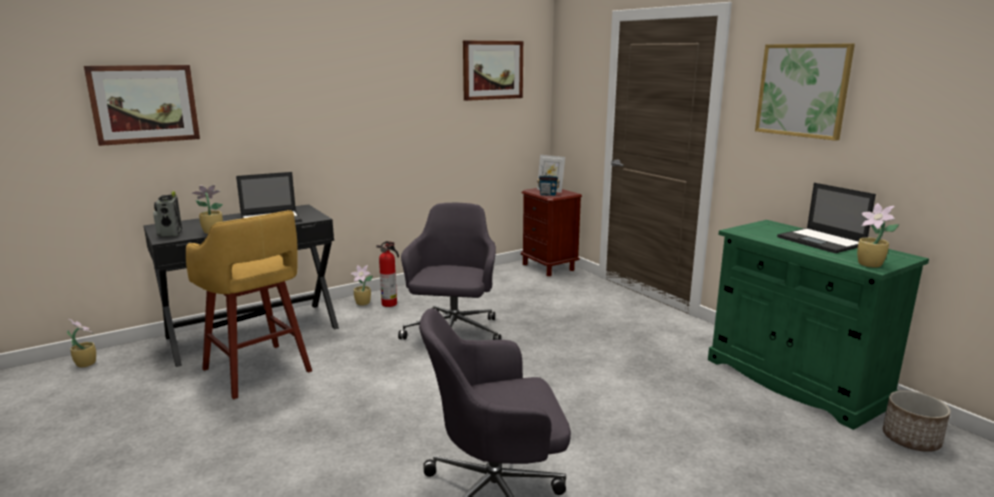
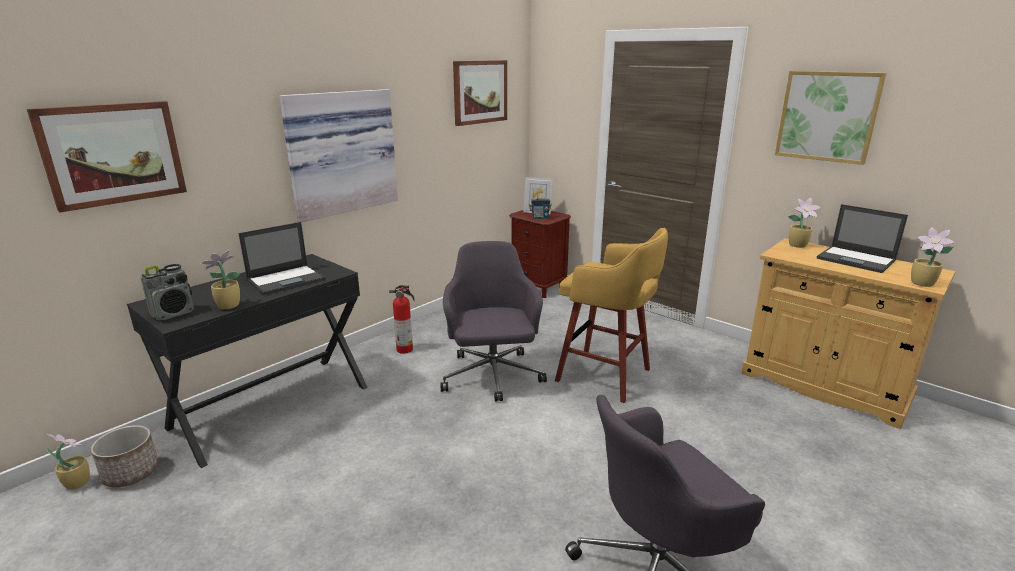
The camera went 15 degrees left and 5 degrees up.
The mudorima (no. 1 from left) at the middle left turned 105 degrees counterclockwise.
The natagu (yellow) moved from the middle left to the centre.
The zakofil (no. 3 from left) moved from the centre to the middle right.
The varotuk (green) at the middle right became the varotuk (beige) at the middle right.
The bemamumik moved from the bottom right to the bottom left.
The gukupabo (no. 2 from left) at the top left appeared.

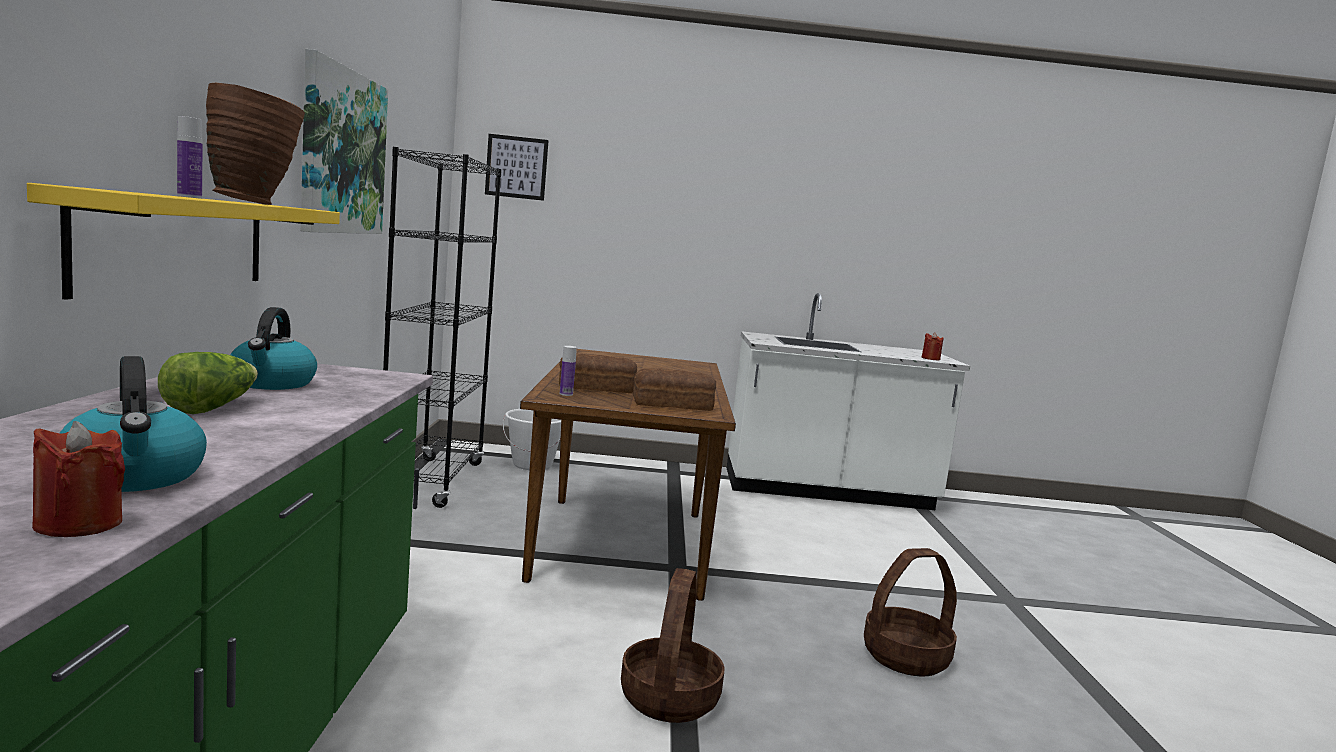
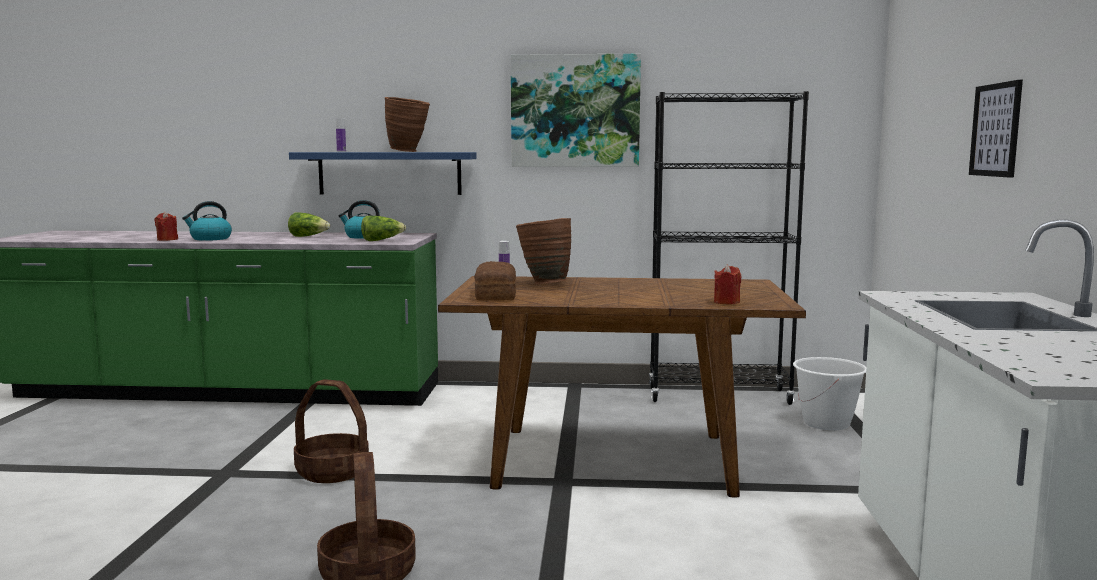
The camera went 95 degrees right and 0 degrees up.
The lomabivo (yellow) at the top left became the lomabivo (blue) at the top centre.
The gukupabo (no. 2 from left) moved from the top centre to the top right.
The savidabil (no. 1 from left) at the centre was replaced by the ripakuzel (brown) (no. 2 from left) at the centre.
The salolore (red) (no. 2 from left) moved from the middle right to the centre.
The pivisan (no. 2 from left) at the centre appeared.

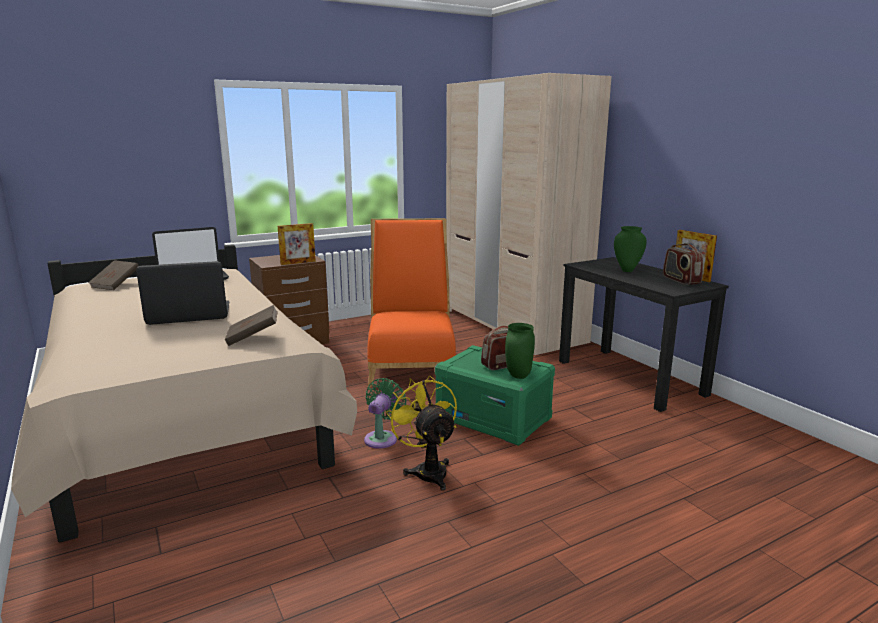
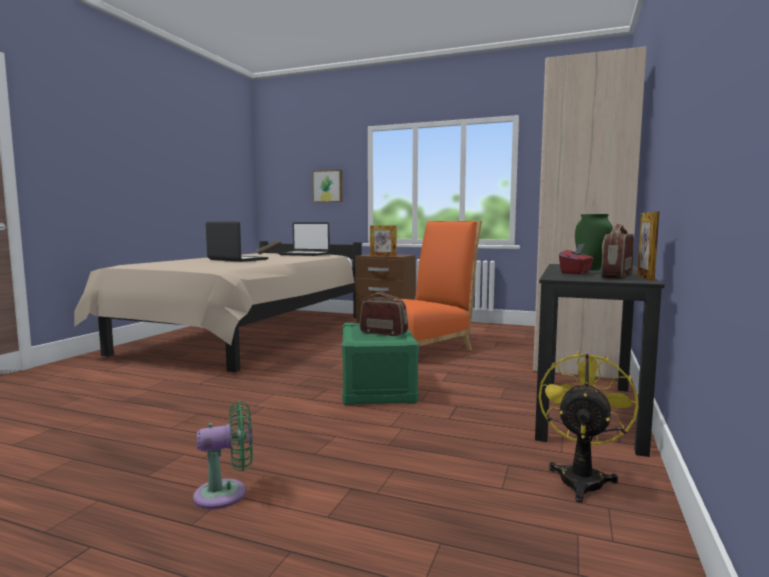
The camera went 50 degrees right and 10 degrees down.
The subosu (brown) (no. 2 from left) at the middle left disappeared.
The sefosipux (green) moved from the centre to the bottom left.
The sefosipux (yellow) moved from the bottom centre to the bottom right.
The ripakuzel (green) (no. 1 from left) at the centre disappeared.
The gukupabo at the top centre appeared.
The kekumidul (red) at the middle right appeared.

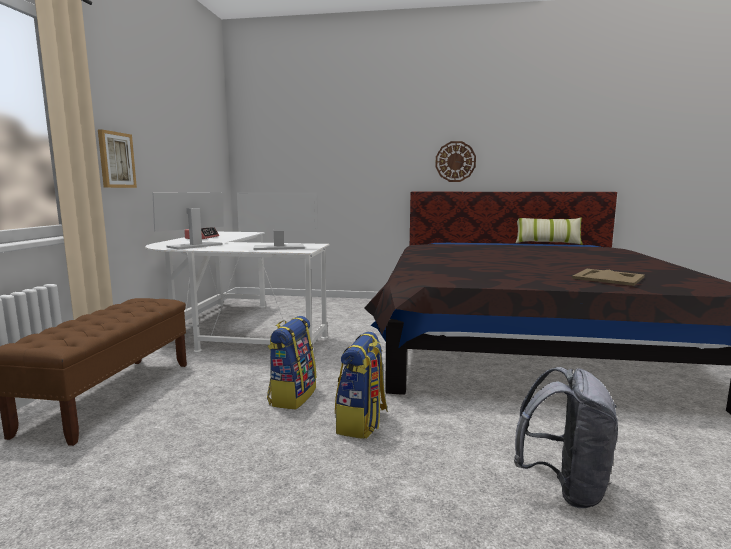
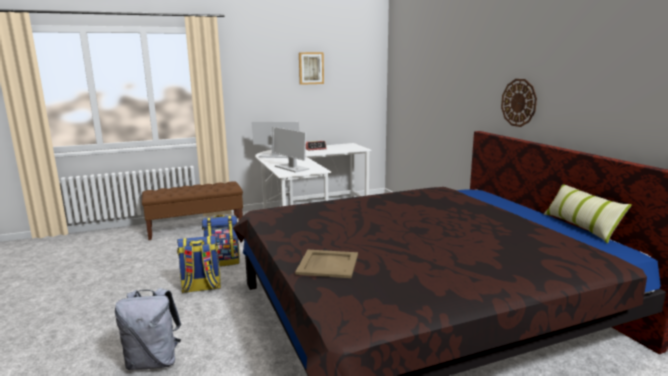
The camera went 60 degrees right and 5 degrees up.
The gukupabo moved from the top left to the top centre.

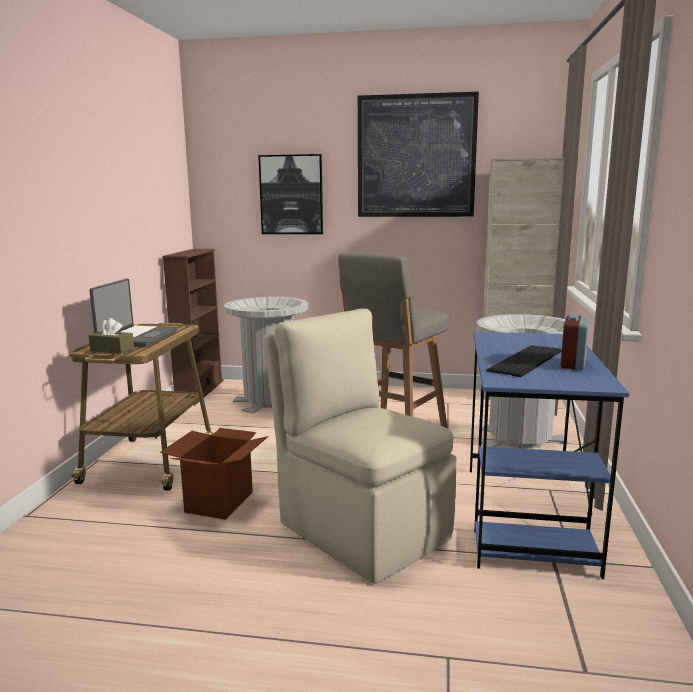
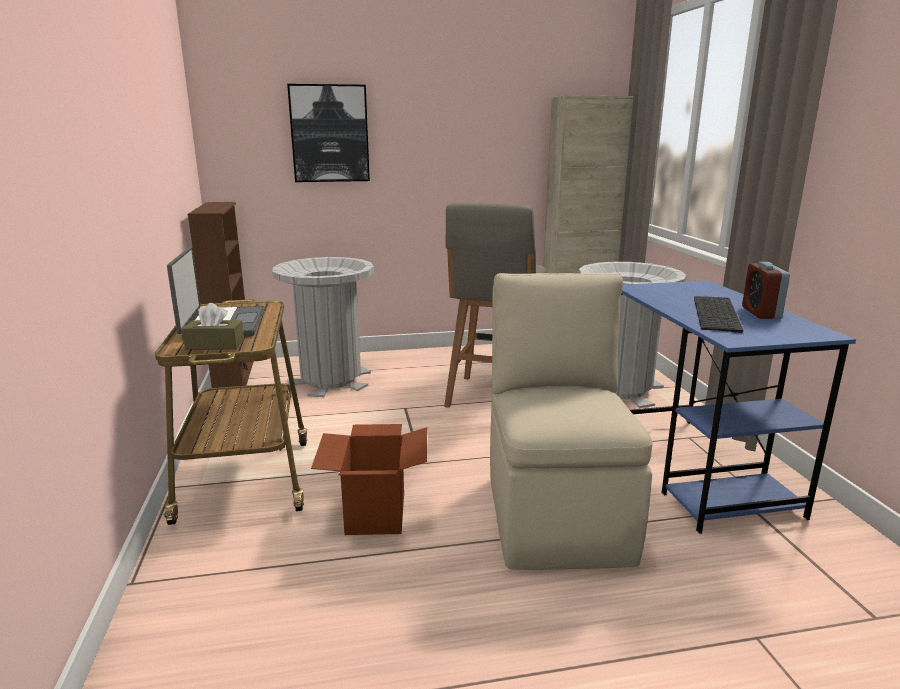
The camera went 20 degrees left and 5 degrees up.
The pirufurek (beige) at the centre turned 60 degrees clockwise.
The gukupabo (no. 2 from left) at the top centre disappeared.

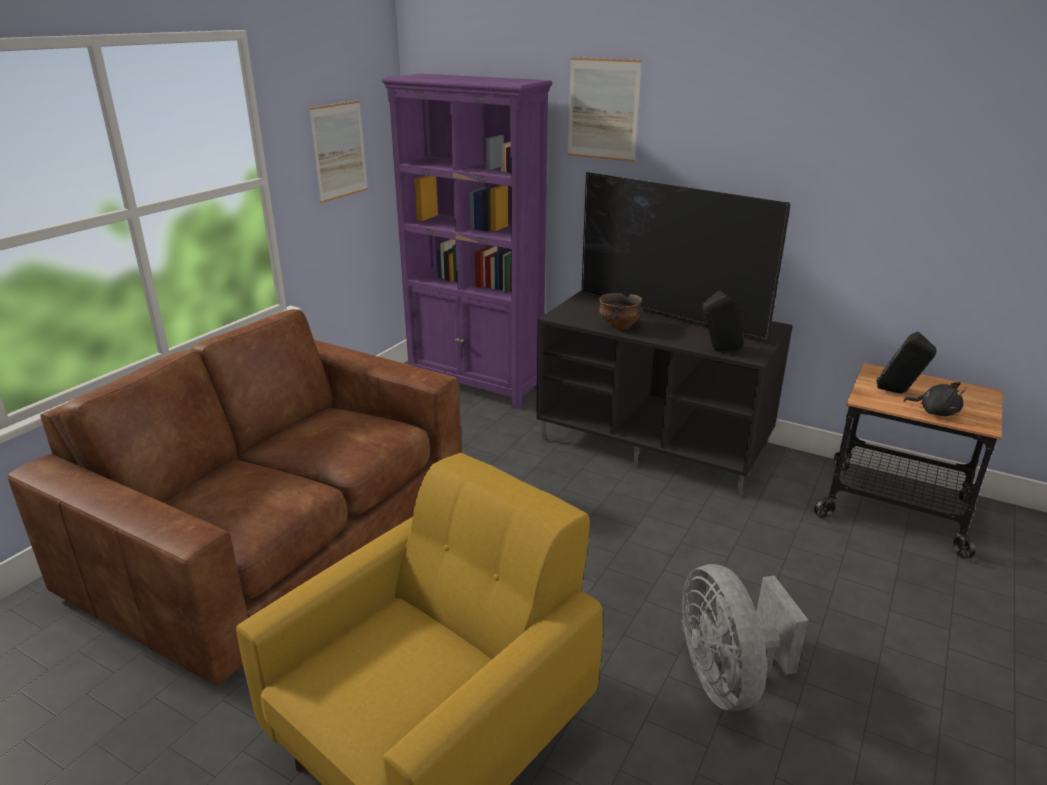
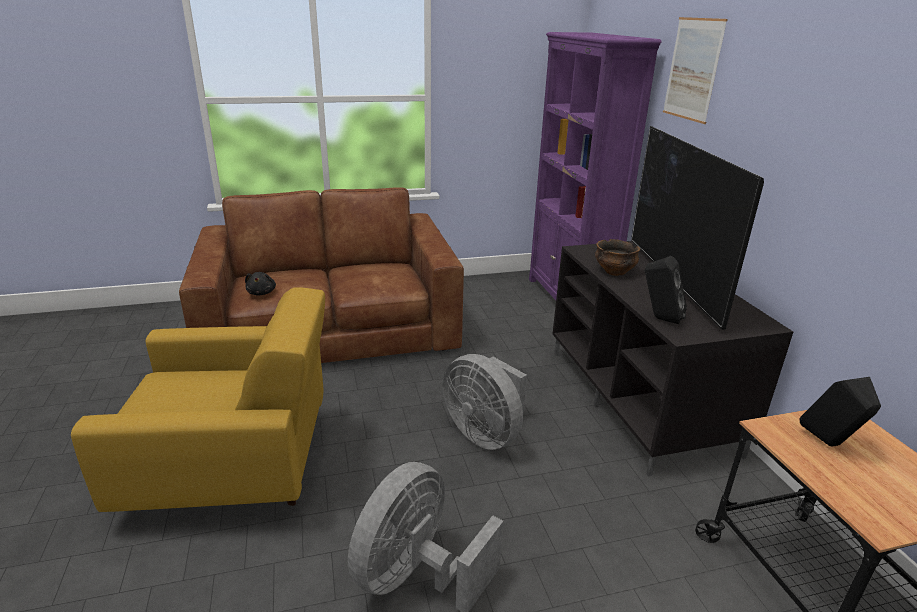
The camera went 45 degrees right and 0 degrees up.
The gukupabo (no. 1 from left) at the top left disappeared.
The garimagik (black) moved from the middle right to the middle left.
The sefosipux (grey) (no. 2 from left) at the centre appeared.

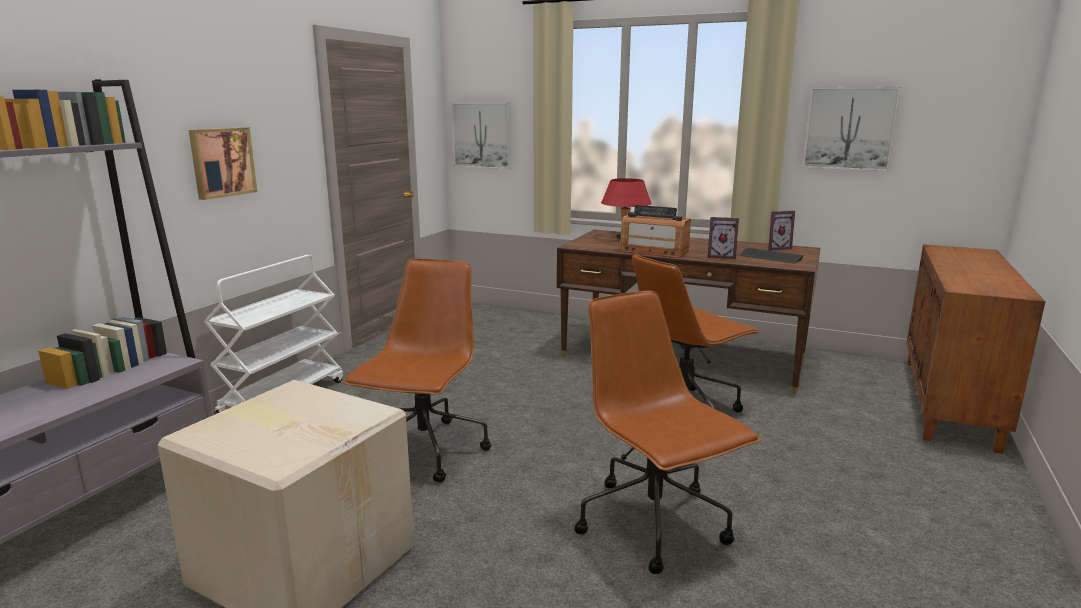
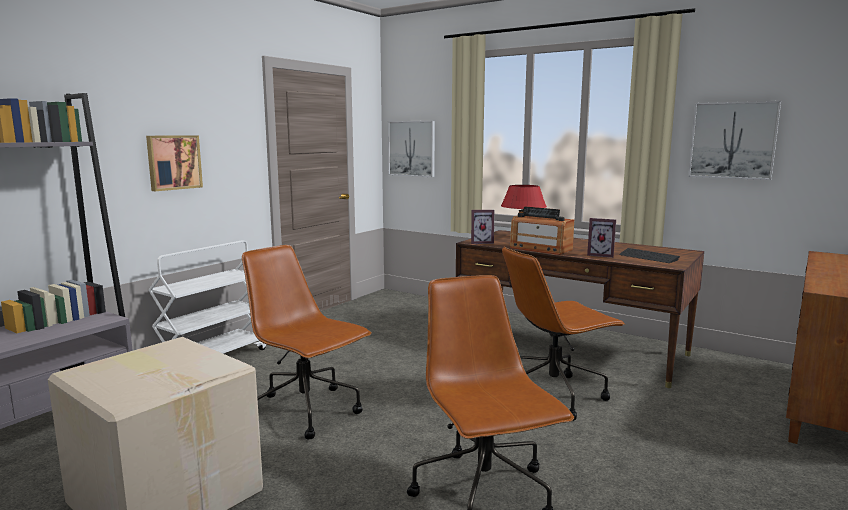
The camera went 10 degrees right and 5 degrees down.
The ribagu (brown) (no. 1 from left) at the centre turned 75 degrees counterclockwise.
The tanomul (no. 2 from left in the first image) moved from the middle right to the centre.

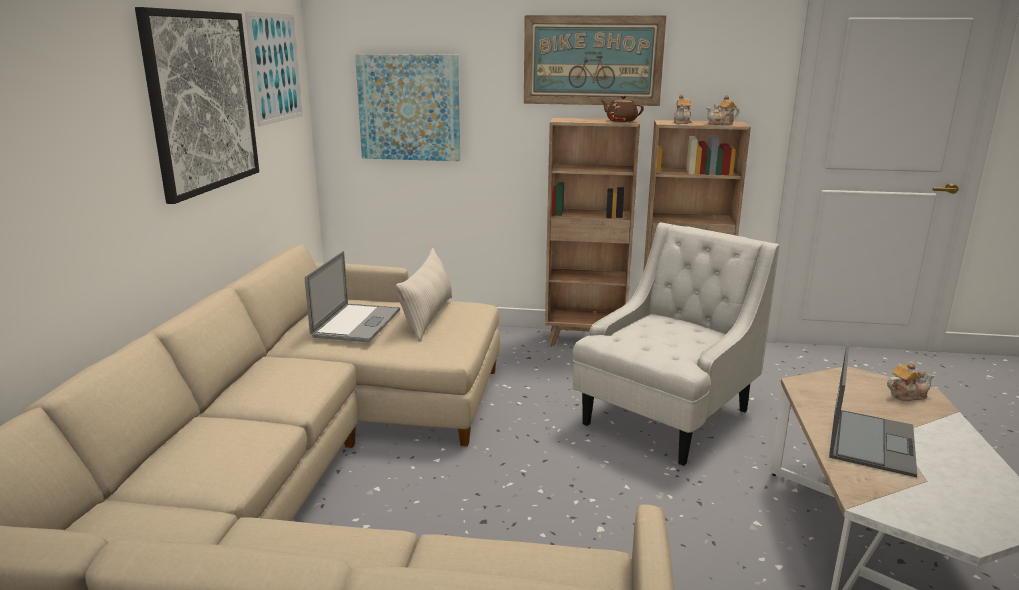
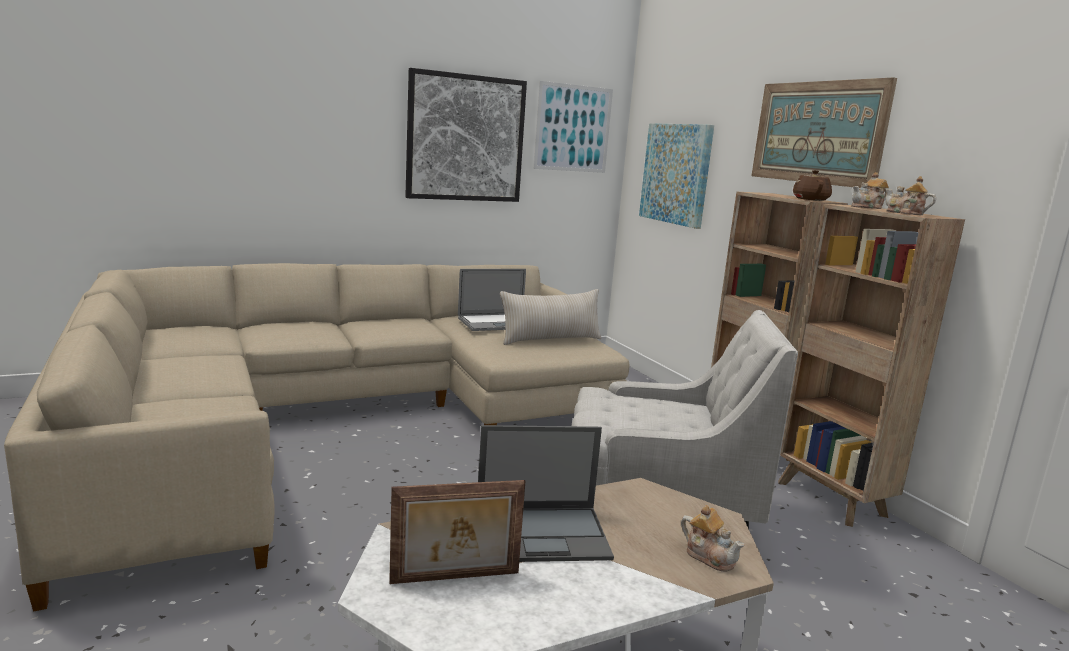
The camera went 55 degrees right and 5 degrees down.
The tanomul at the bottom centre appeared.

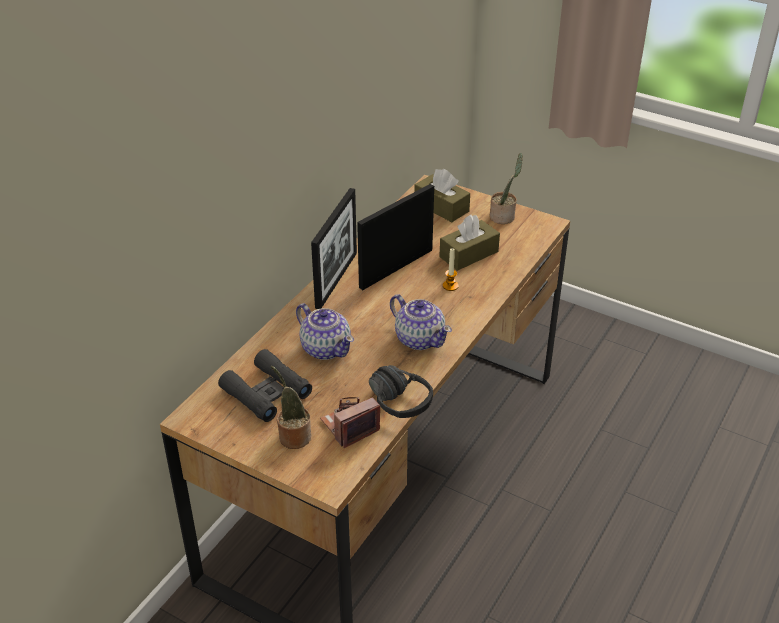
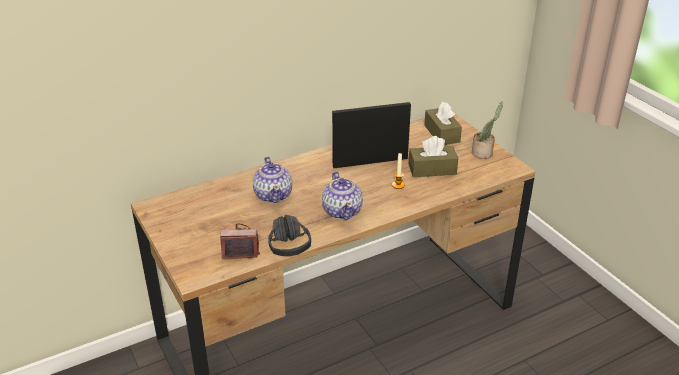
The camera went 30 degrees right and 5 degrees down.
The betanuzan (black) at the centre disappeared.
The zakofil (no. 1 from left) at the centre disappeared.
The tanomul (no. 1 from left) at the centre disappeared.

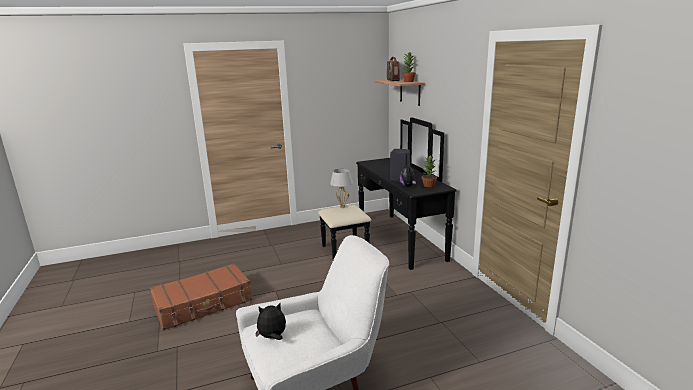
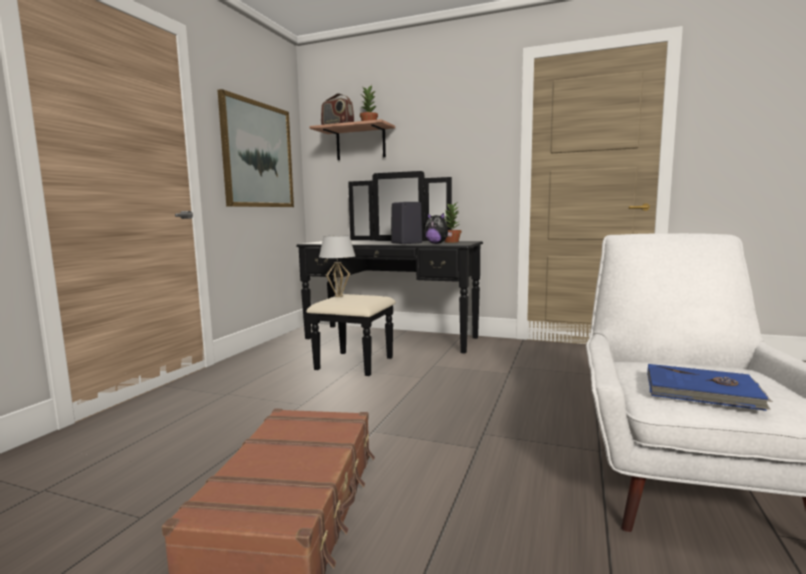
The camera went 50 degrees left and 10 degrees down.
The garimagik (no. 1 from left) at the bottom centre was replaced by the subosu (blue) at the bottom right.
The gukupabo at the top left appeared.

